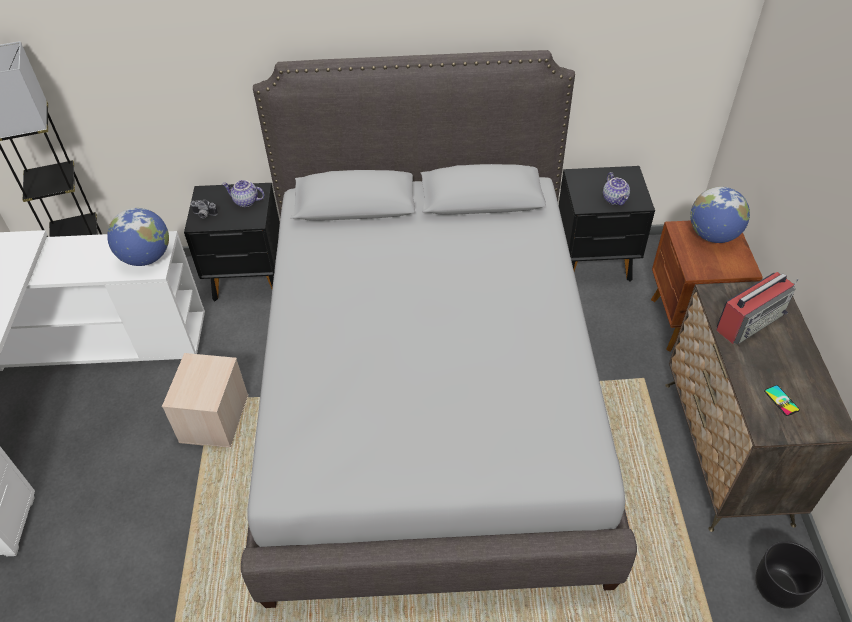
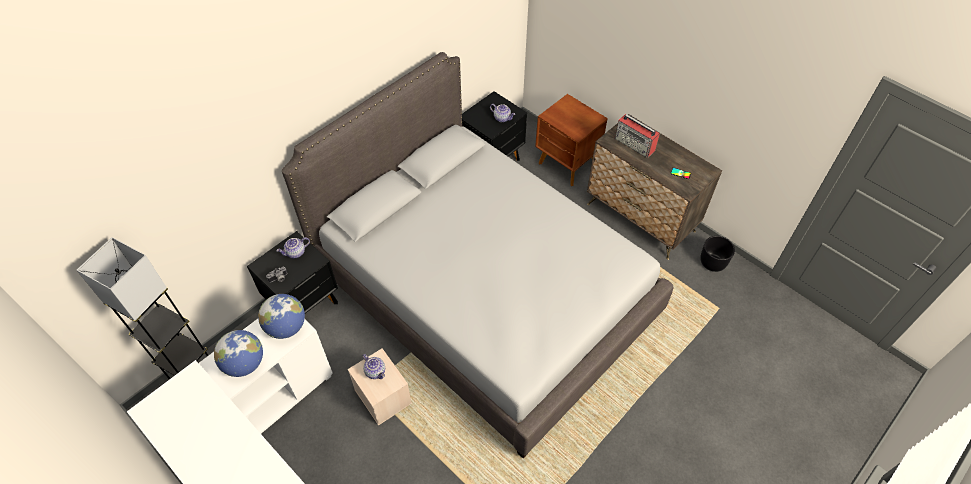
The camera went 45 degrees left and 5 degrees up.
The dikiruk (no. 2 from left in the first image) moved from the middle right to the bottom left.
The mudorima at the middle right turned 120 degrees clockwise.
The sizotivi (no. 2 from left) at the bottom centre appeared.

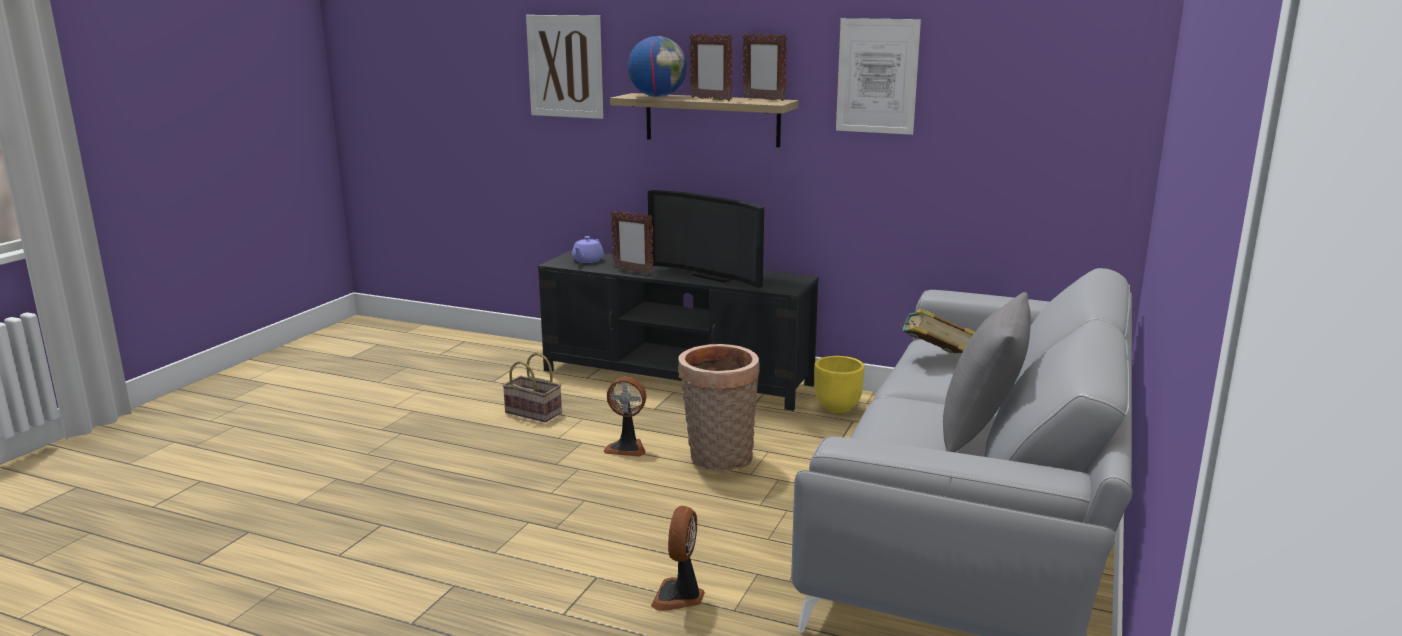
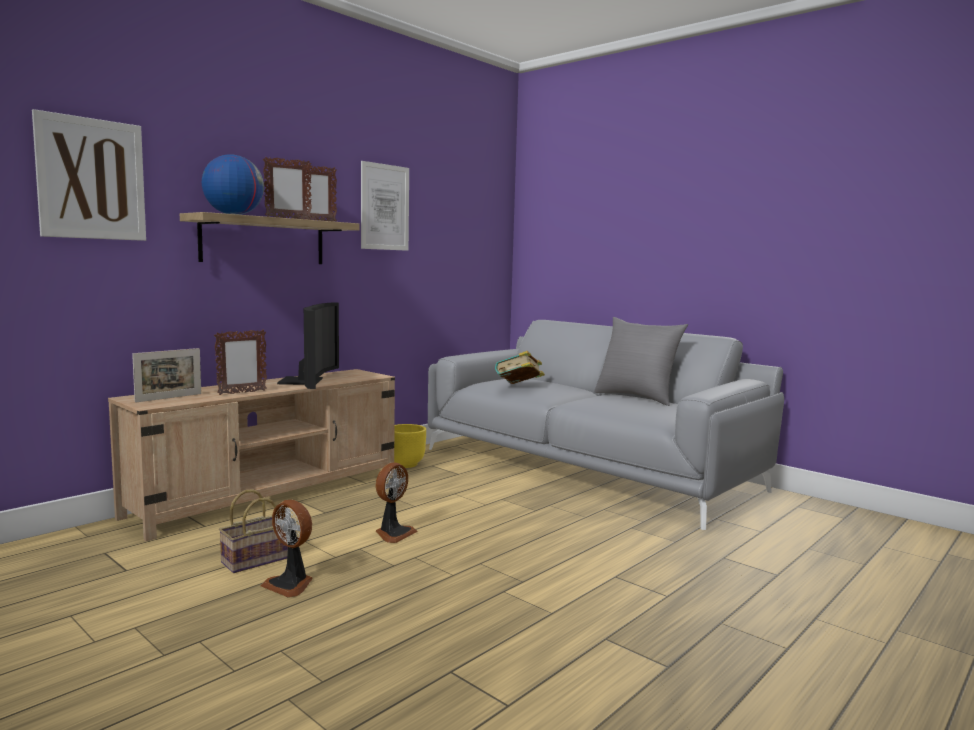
The camera went 70 degrees left and 10 degrees down.
The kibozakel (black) at the centre became the kibozakel (beige) at the middle left.
The sizotivi (purple) at the centre was replaced by the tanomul (no. 1 from left) at the middle left.
The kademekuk at the centre turned 60 degrees counterclockwise.
The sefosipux (no. 2 from left in the first image) moved from the bottom centre to the bottom left.
The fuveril (no. 2 from left) at the centre disappeared.

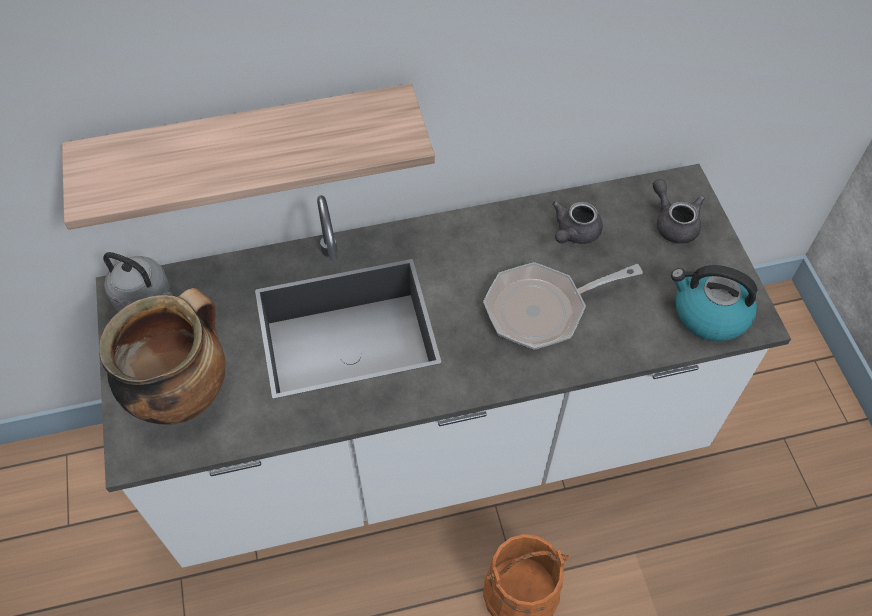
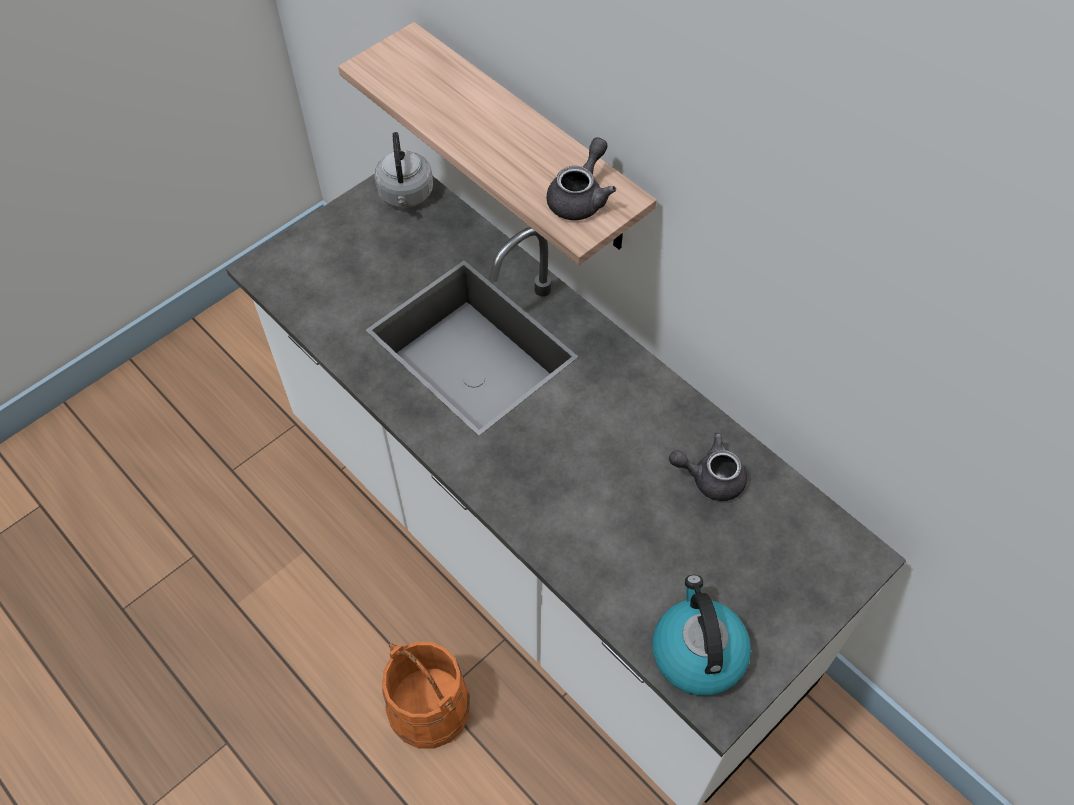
The camera went 60 degrees right and 0 degrees up.
The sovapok at the middle left disappeared.
The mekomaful at the centre disappeared.
The sizotivi (grey) (no. 2 from left in the first image) moved from the middle right to the top centre.

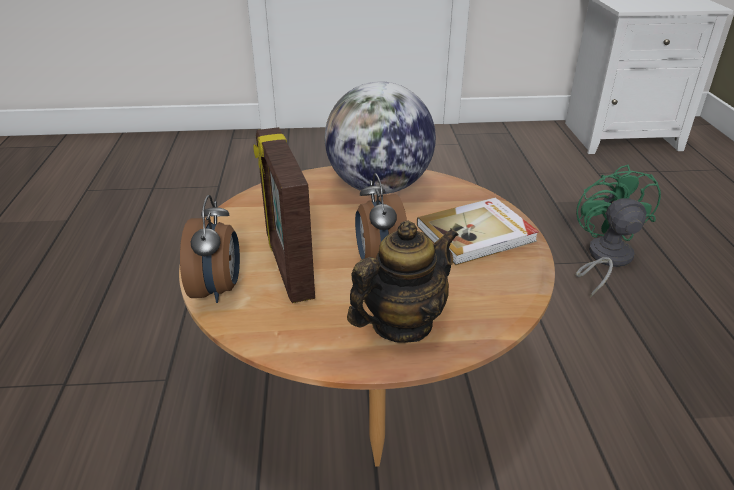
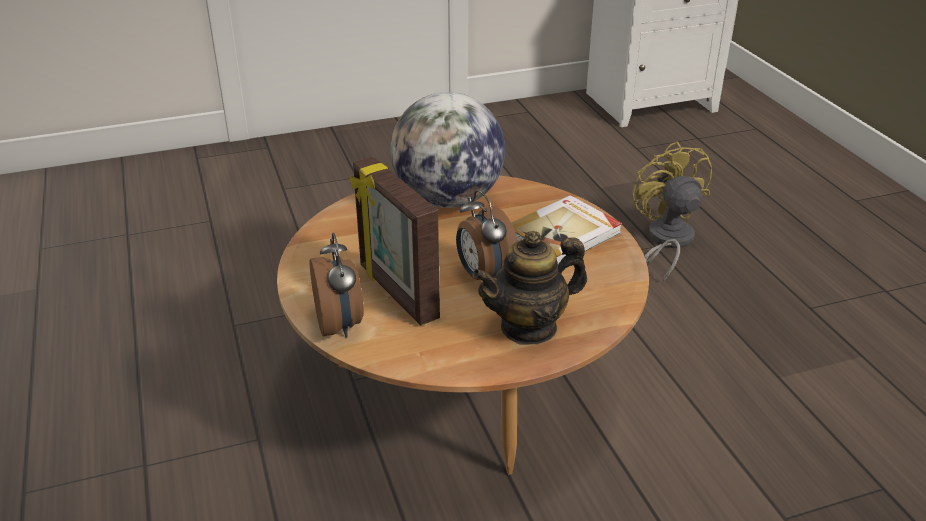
The camera went 15 degrees left and 0 degrees up.
The sizotivi at the centre turned 150 degrees counterclockwise.
The sefosipux (green) at the middle right became the sefosipux (yellow) at the middle right.

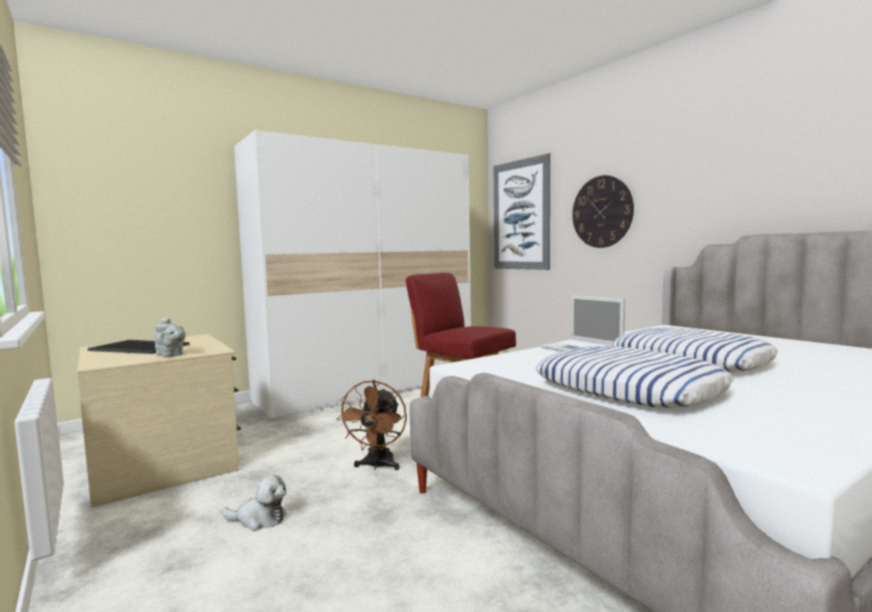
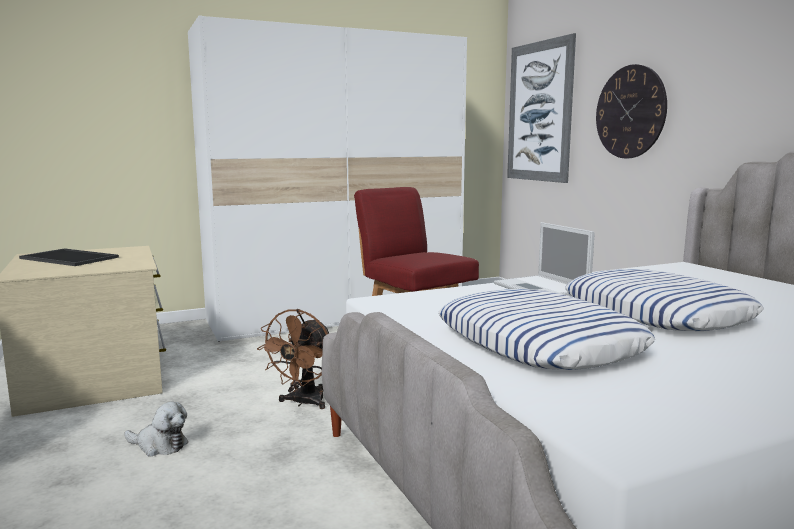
The camera went 10 degrees right and 5 degrees up.
The sizotivi (grey) at the middle left disappeared.

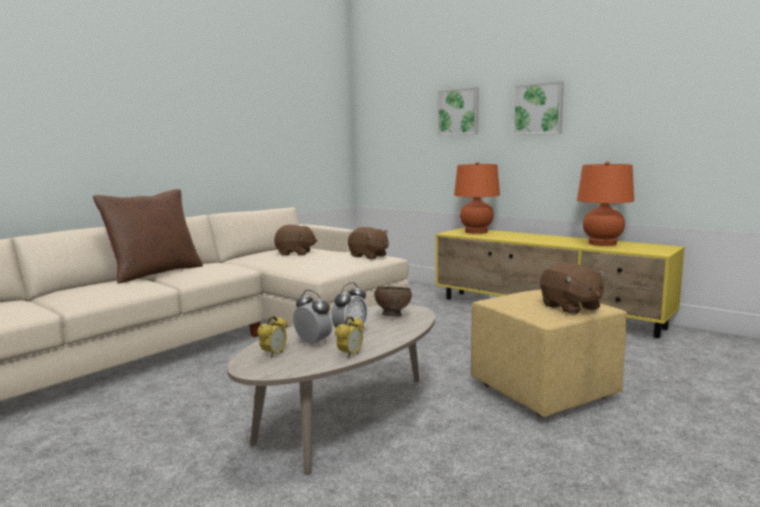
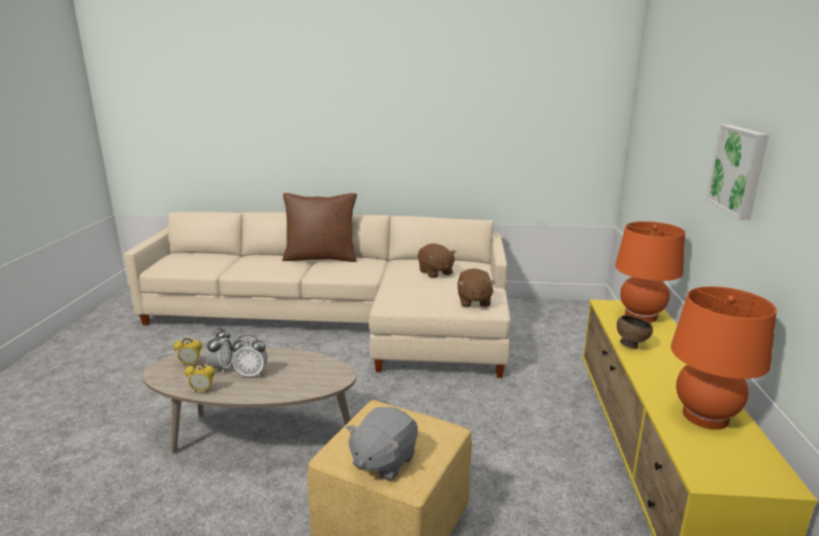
The camera went 55 degrees right and 10 degrees up.
The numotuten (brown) moved from the centre to the middle right.
The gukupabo (no. 1 from left) at the top centre disappeared.
The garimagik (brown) (no. 3 from left) at the middle right became the garimagik (grey) at the bottom centre.

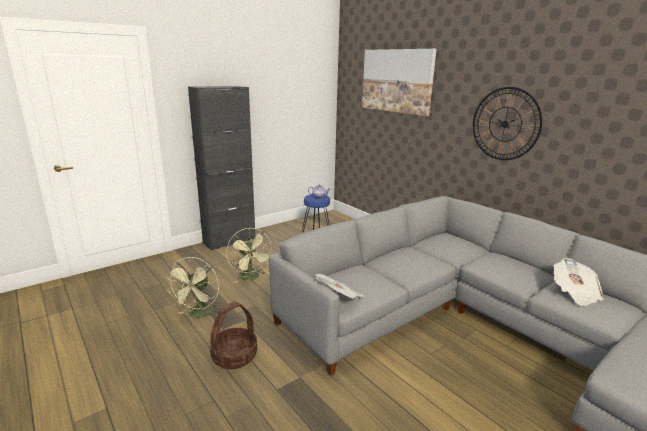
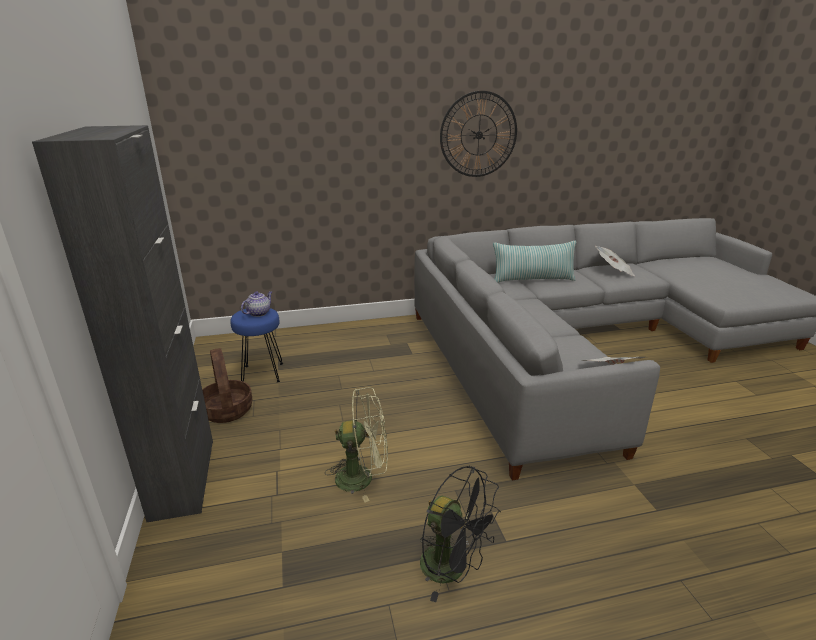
The camera went 65 degrees left and 5 degrees up.
The sefosipux (green) (no. 1 from left) at the middle left became the sefosipux (black) at the bottom centre.
The fuveril moved from the bottom centre to the middle left.
The gukupabo at the top centre disappeared.
The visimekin at the centre appeared.

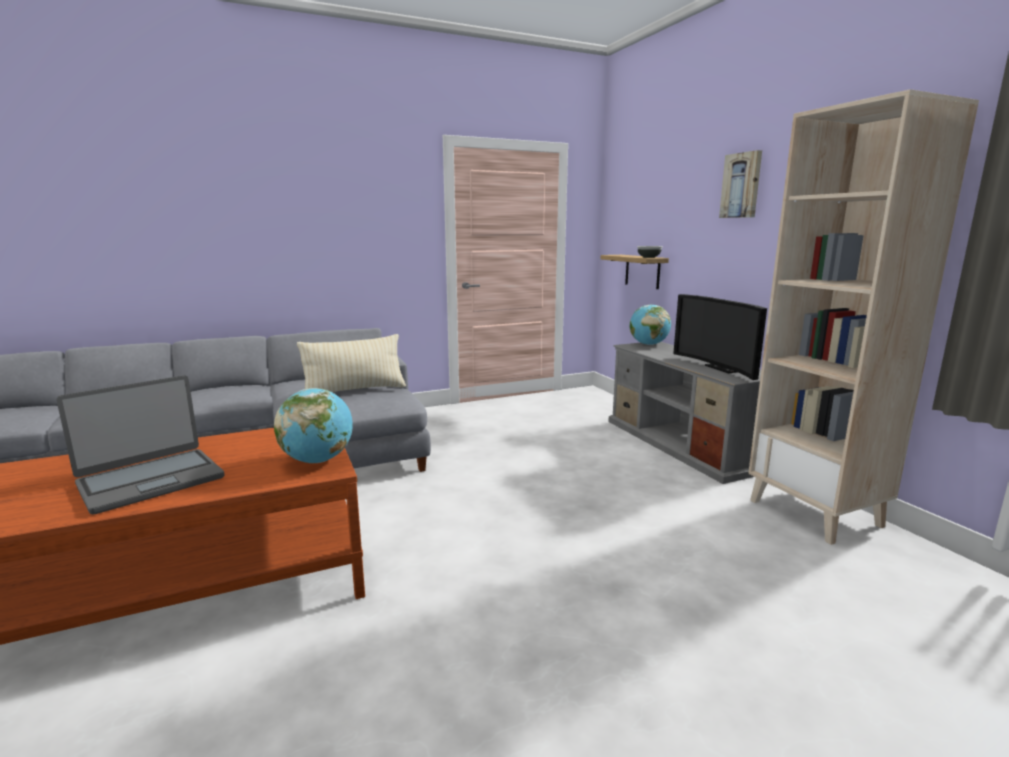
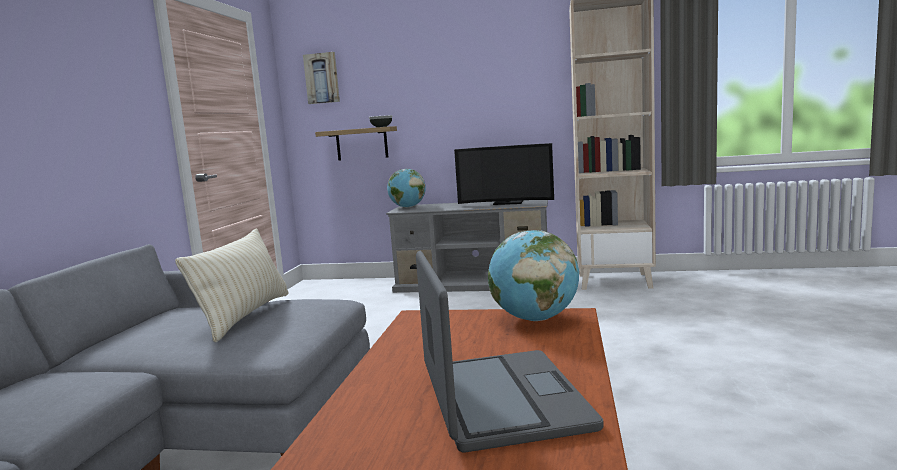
The camera went 55 degrees left and 5 degrees down.
The gukupabo moved from the top right to the top centre.

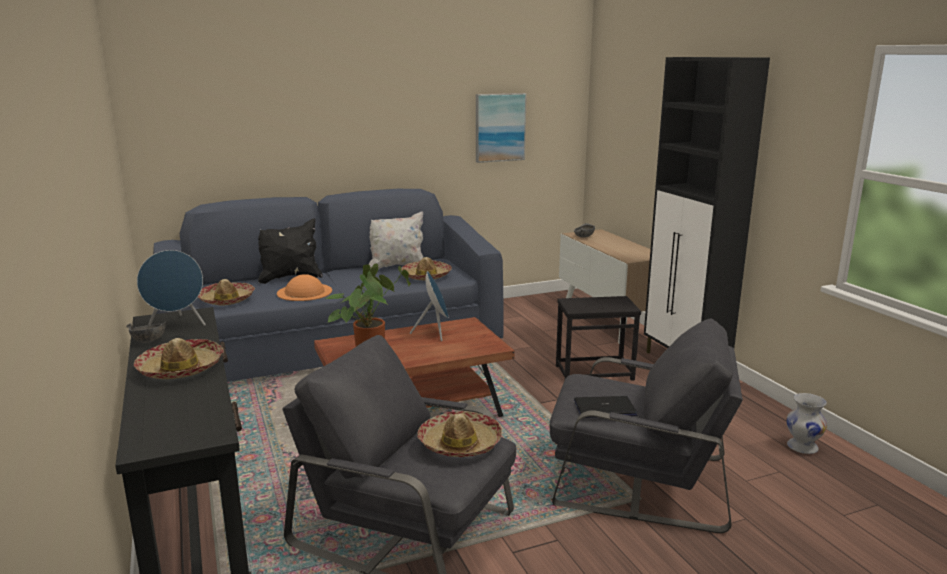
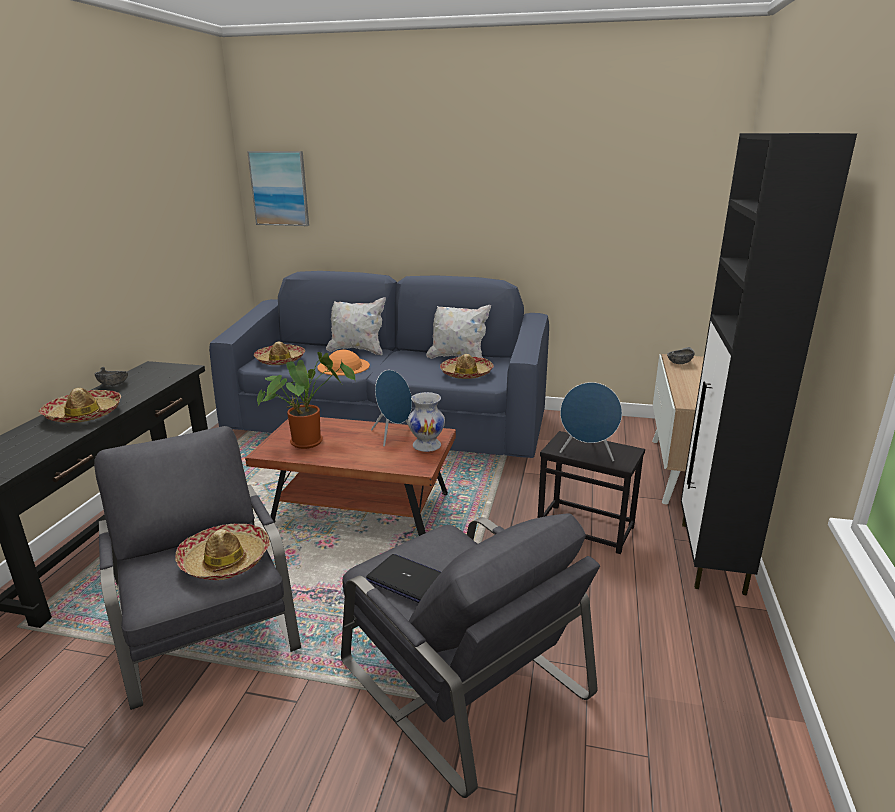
The camera went 35 degrees right and 5 degrees up.
The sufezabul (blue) (no. 1 from left in the first image) moved from the middle left to the centre.
The visimekin (black) at the middle left became the visimekin (white) (no. 1 from left) at the centre.
The gukupabo moved from the top centre to the top left.
The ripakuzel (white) moved from the bottom right to the centre.

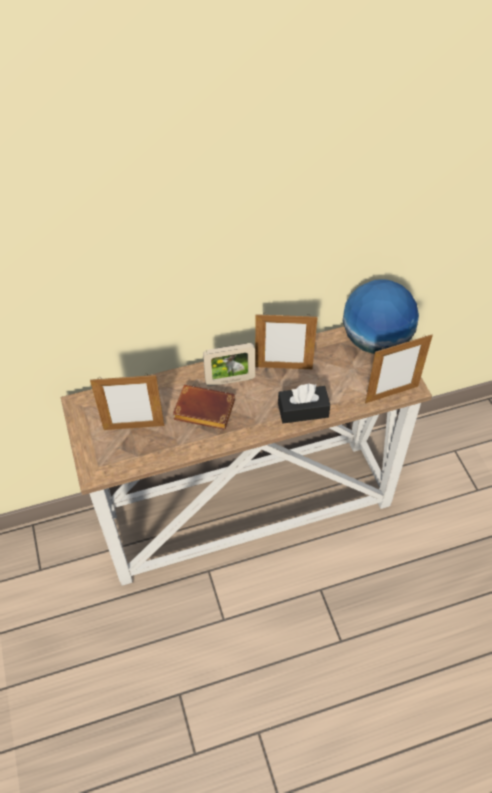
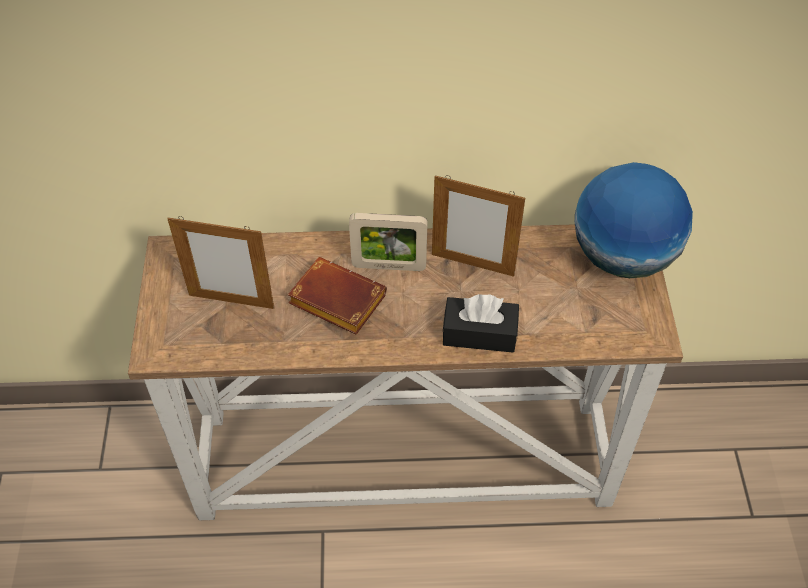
The camera went 15 degrees right and 0 degrees up.
The tanomul (no. 4 from left) at the middle right disappeared.

